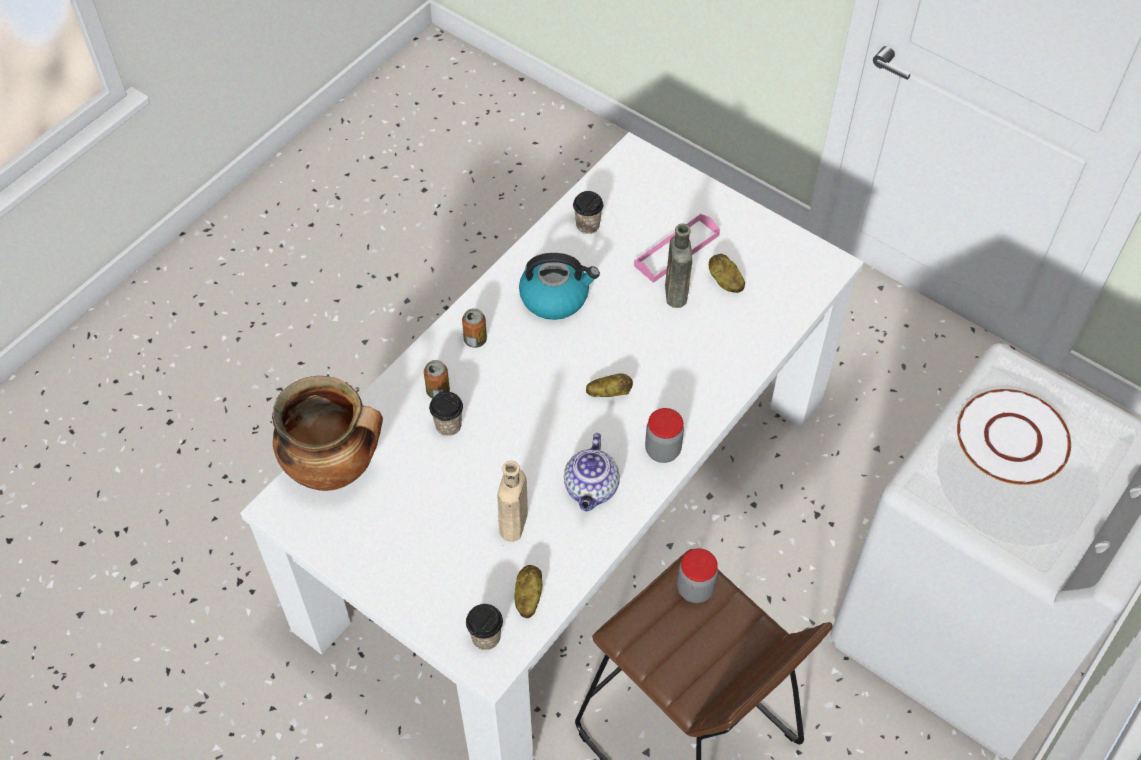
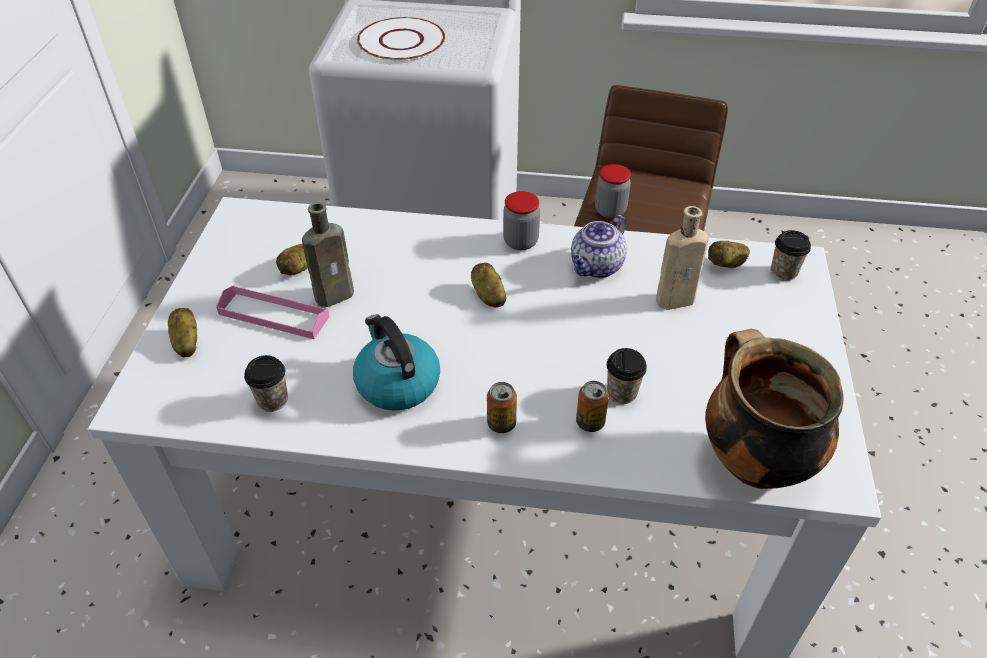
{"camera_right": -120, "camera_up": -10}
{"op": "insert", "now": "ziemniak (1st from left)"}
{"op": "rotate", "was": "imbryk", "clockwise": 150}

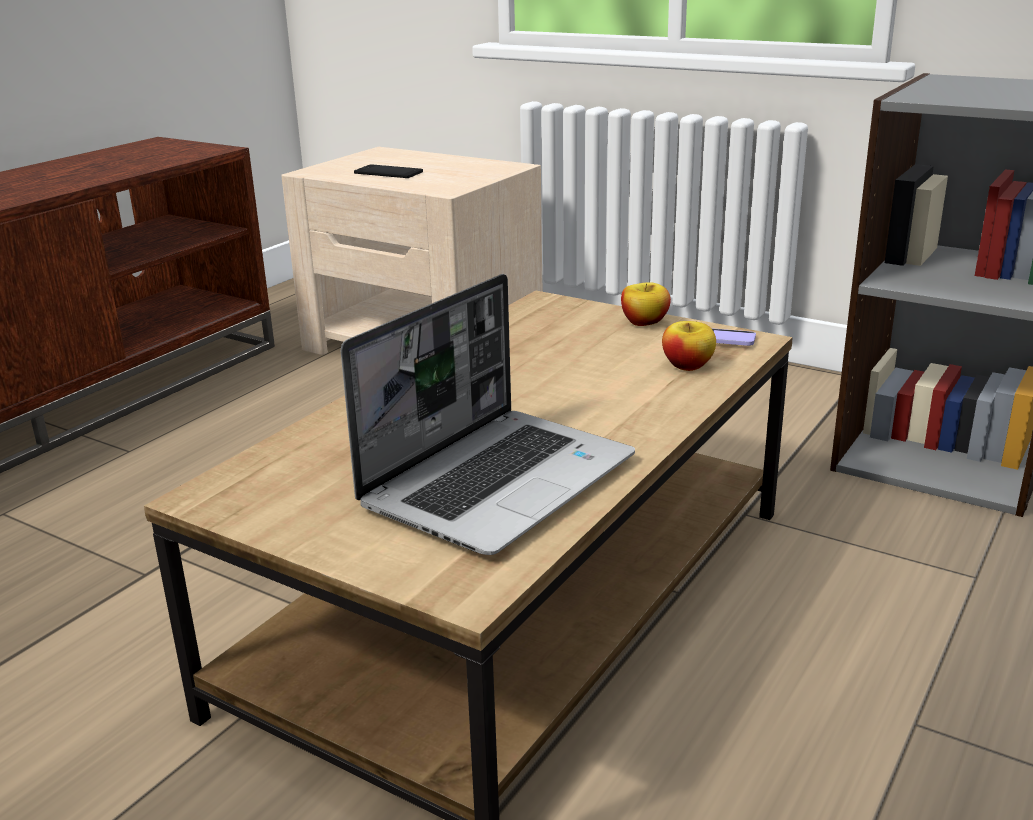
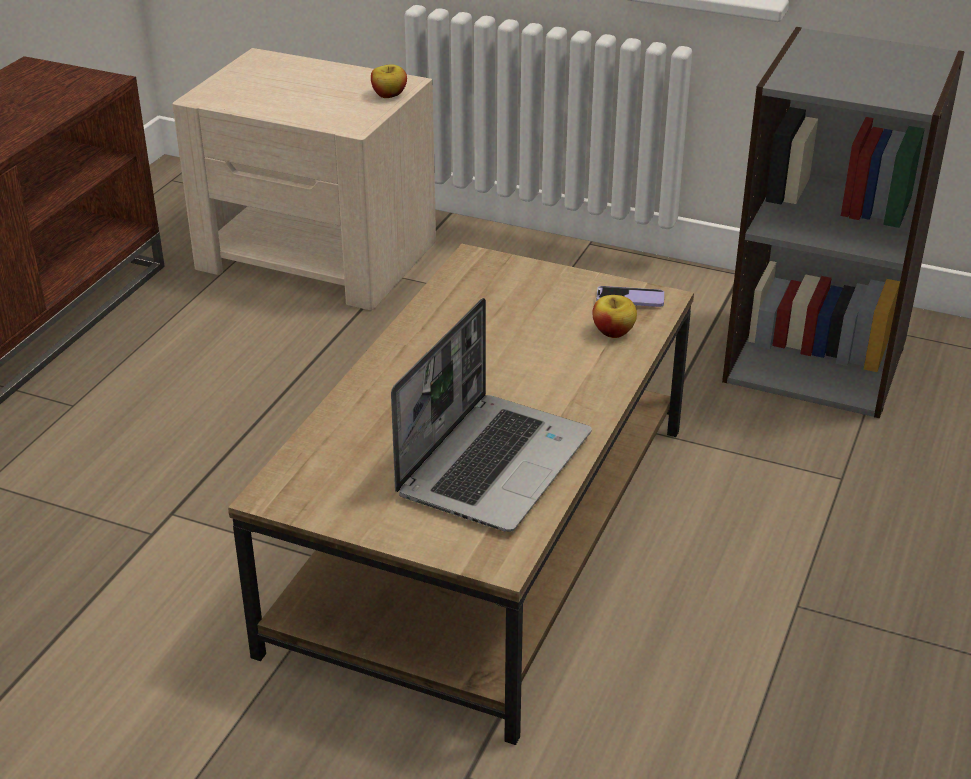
{"camera_right": -10, "camera_up": 10}
{"op": "move", "was": "jabłko (1st from left)"}
{"op": "delete", "was": "telefon (1st from left)"}

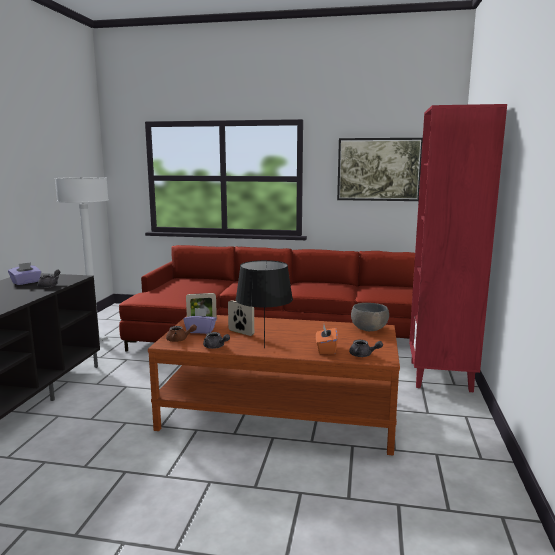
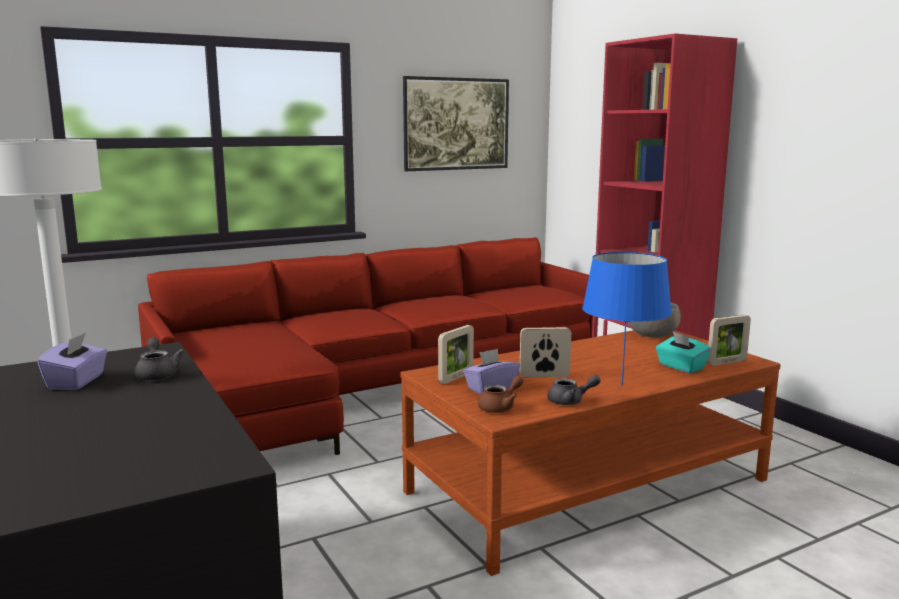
{"camera_right": -40, "camera_up": 0}
{"op": "recolor", "was": "lampa stołowa [czarny]", "now": "lampa stołowa [niebieski]"}
{"op": "recolor", "was": "pudełko chusteczek [pomarańczowy]", "now": "pudełko chusteczek [turkusowy]"}
{"op": "replace", "was": "imbryk [szary] (3rd from left)", "now": "ramka na zdjęcie (3rd from left)"}

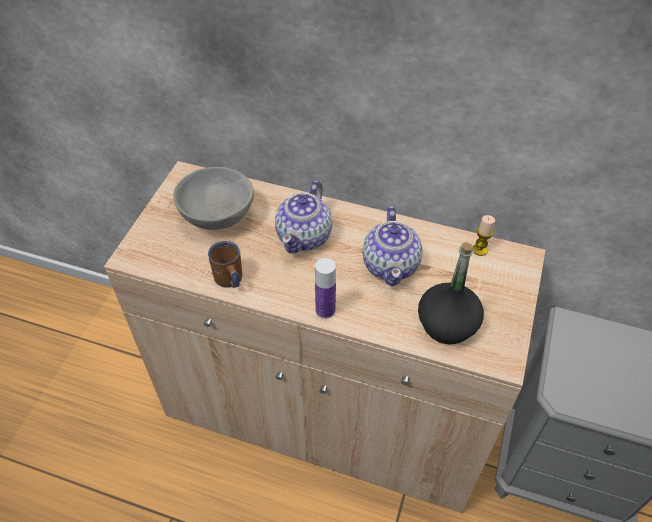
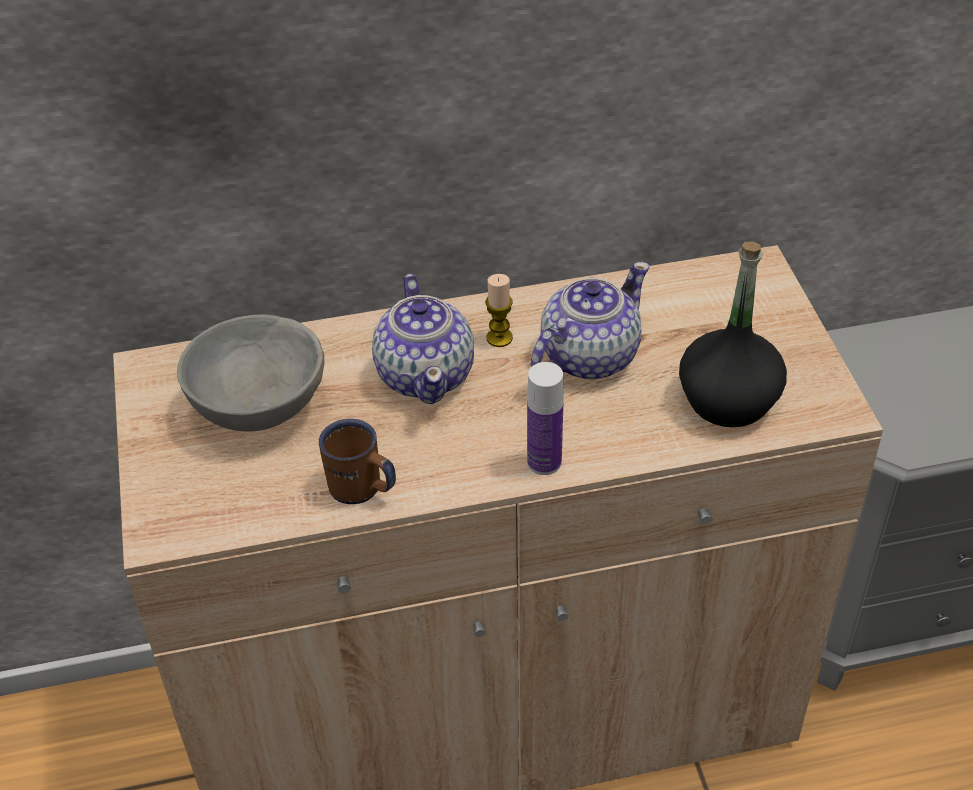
{"camera_right": -30, "camera_up": -5}
{"op": "move", "was": "świeca"}
{"op": "rotate", "was": "imbryk (2nd from left)", "clockwise": -105}

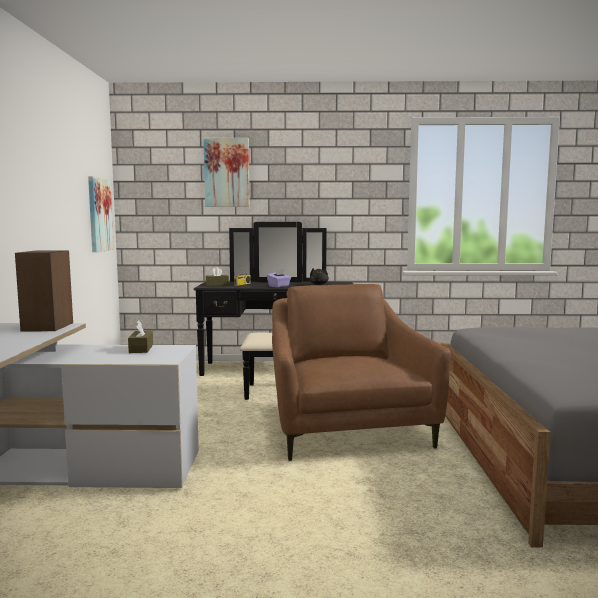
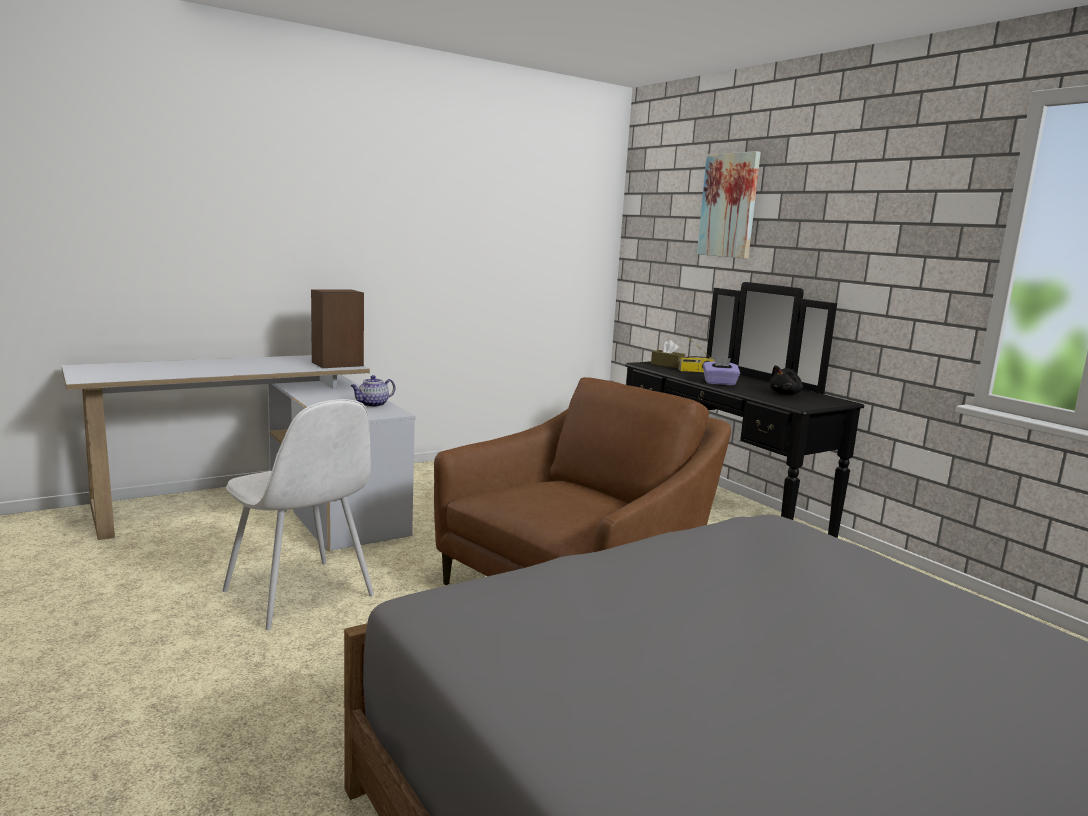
{"camera_right": 55, "camera_up": 5}
{"op": "insert", "now": "krzesło [biały]"}
{"op": "replace", "was": "pudełko chusteczek [brązowy] (1st from left)", "now": "imbryk"}
{"op": "delete", "was": "obraz (1st from left)"}

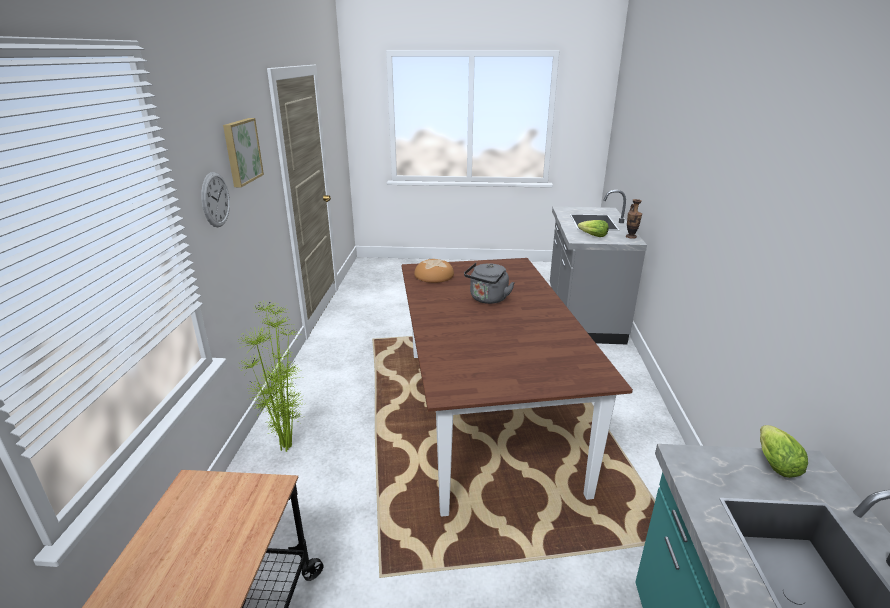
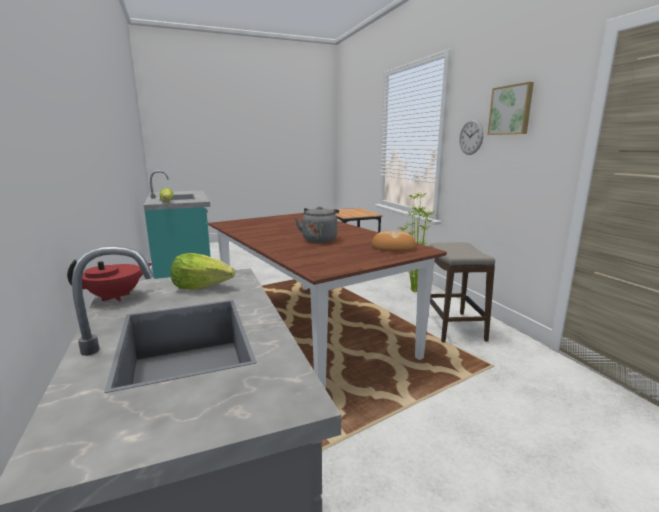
{"camera_right": 155, "camera_up": -10}
{"op": "replace", "was": "wazon", "now": "imbryk [czerwony]"}
{"op": "insert", "now": "stołek"}

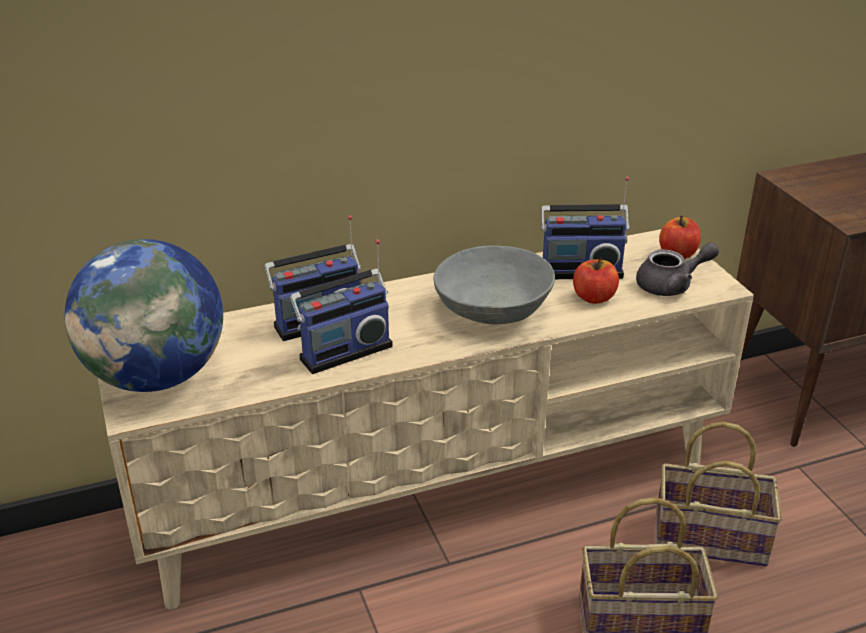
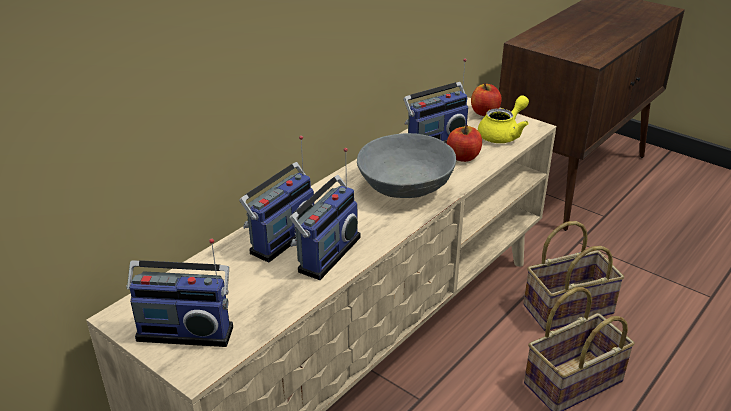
{"camera_right": -30, "camera_up": 0}
{"op": "replace", "was": "globus", "now": "radio (1st from left)"}
{"op": "recolor", "was": "imbryk [szary]", "now": "imbryk [żółty]"}

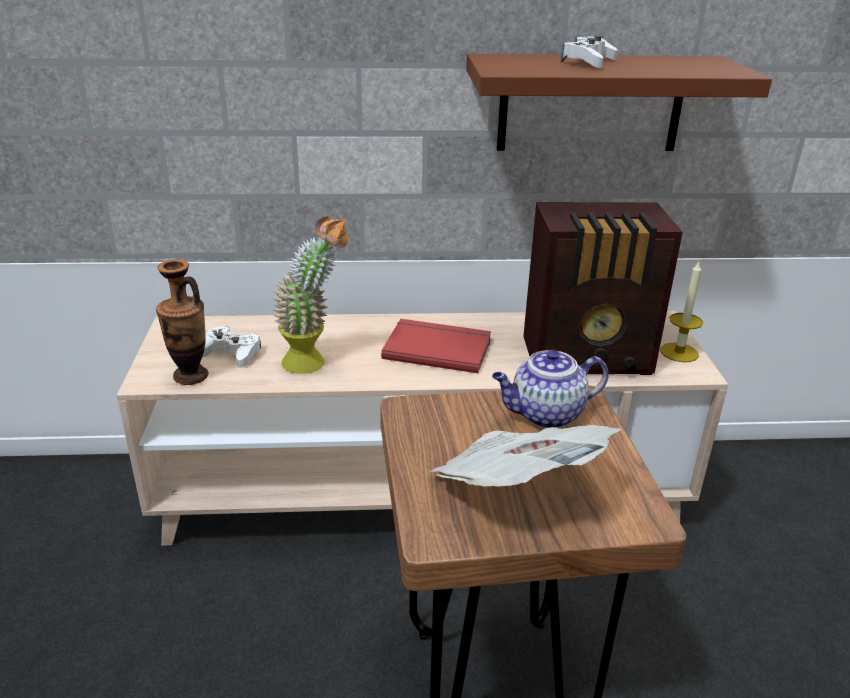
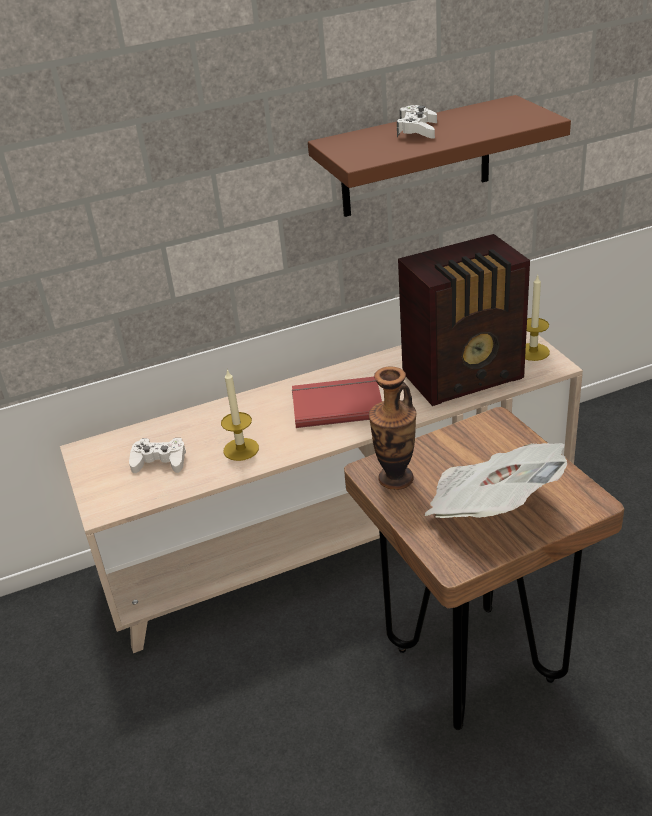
{"camera_right": -15, "camera_up": 5}
{"op": "replace", "was": "roślina doniczkowa", "now": "świeca (1st from left)"}
{"op": "move", "was": "wazon"}
{"op": "delete", "was": "imbryk"}

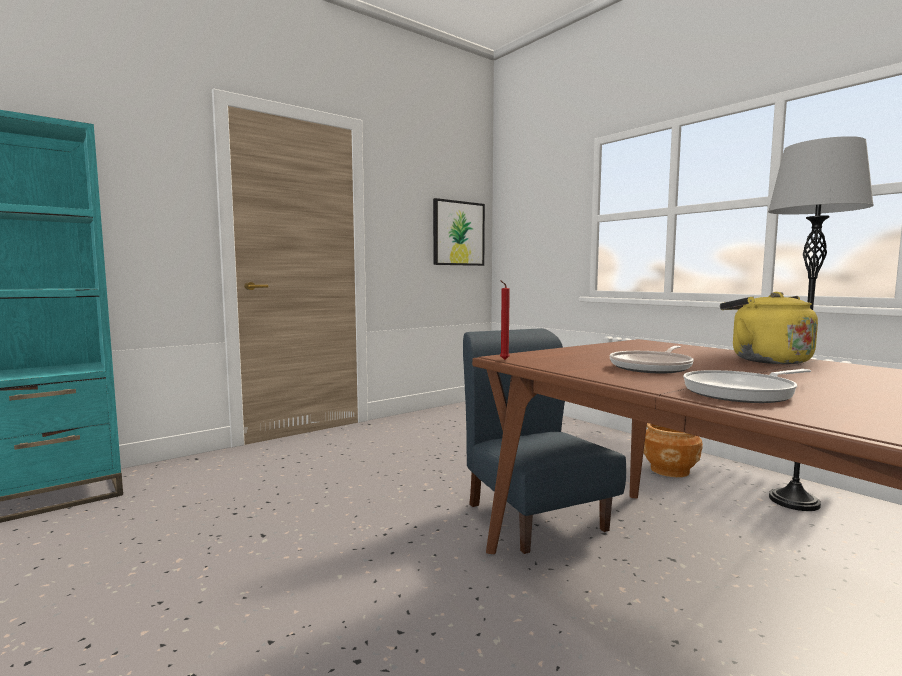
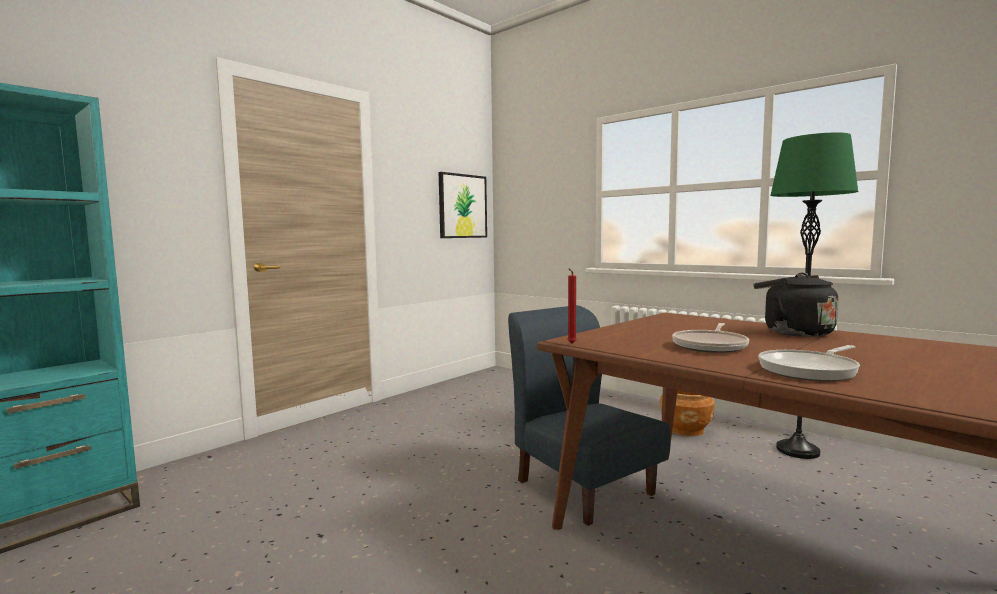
{"camera_right": -10, "camera_up": 0}
{"op": "recolor", "was": "czajnik [żółty]", "now": "czajnik [czarny]"}
{"op": "recolor", "was": "lampa stojąca [szary]", "now": "lampa stojąca [zielony]"}

